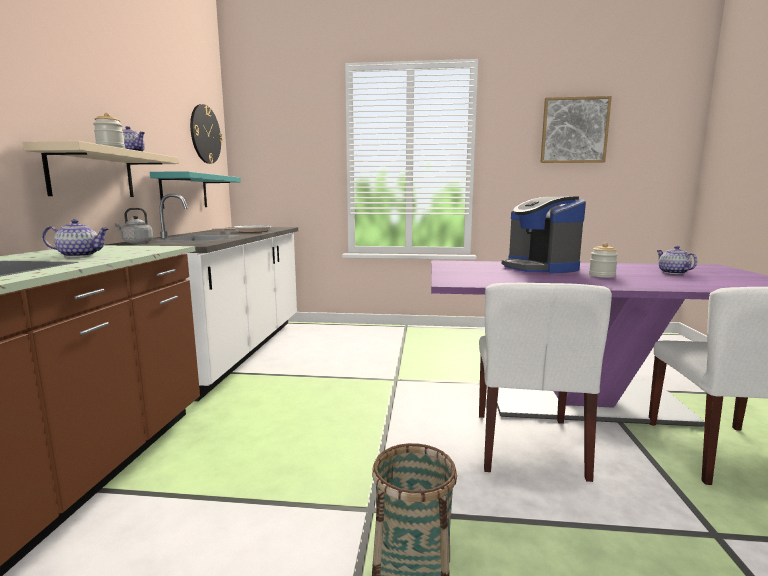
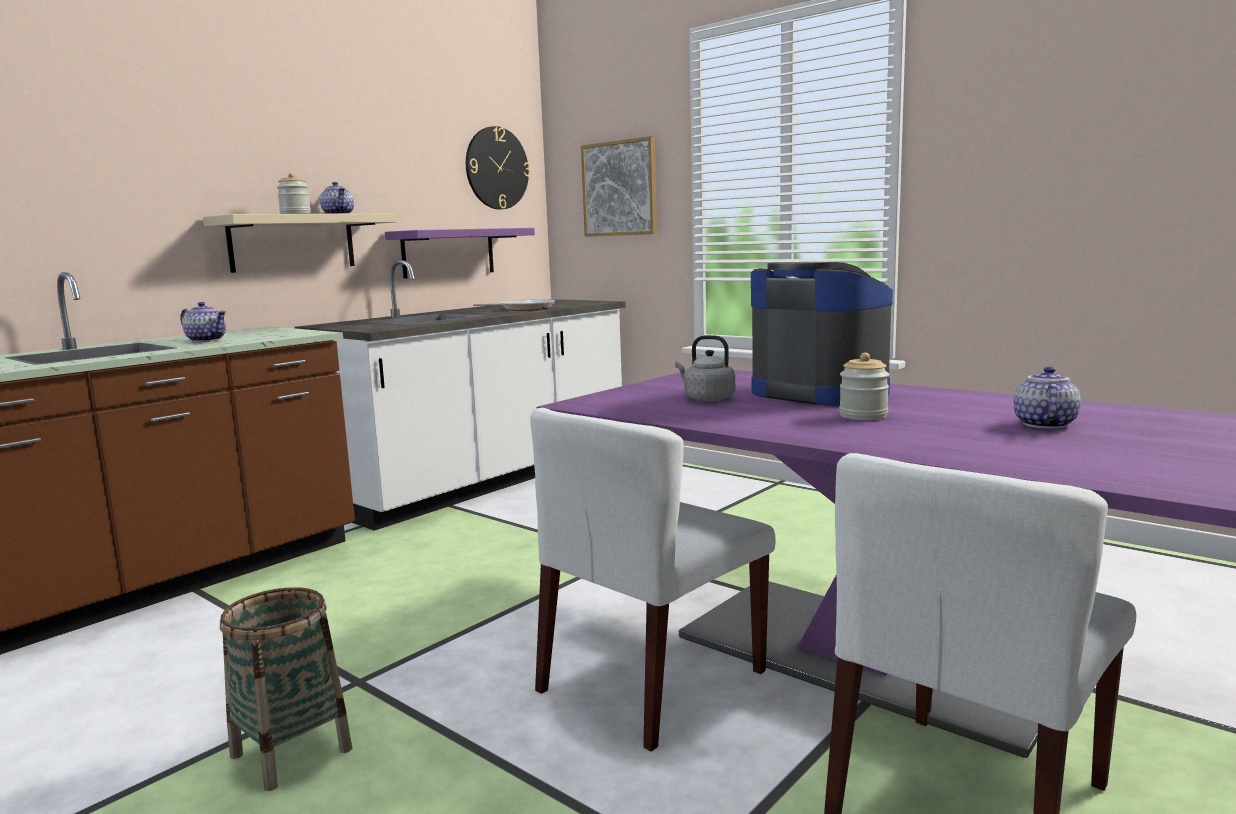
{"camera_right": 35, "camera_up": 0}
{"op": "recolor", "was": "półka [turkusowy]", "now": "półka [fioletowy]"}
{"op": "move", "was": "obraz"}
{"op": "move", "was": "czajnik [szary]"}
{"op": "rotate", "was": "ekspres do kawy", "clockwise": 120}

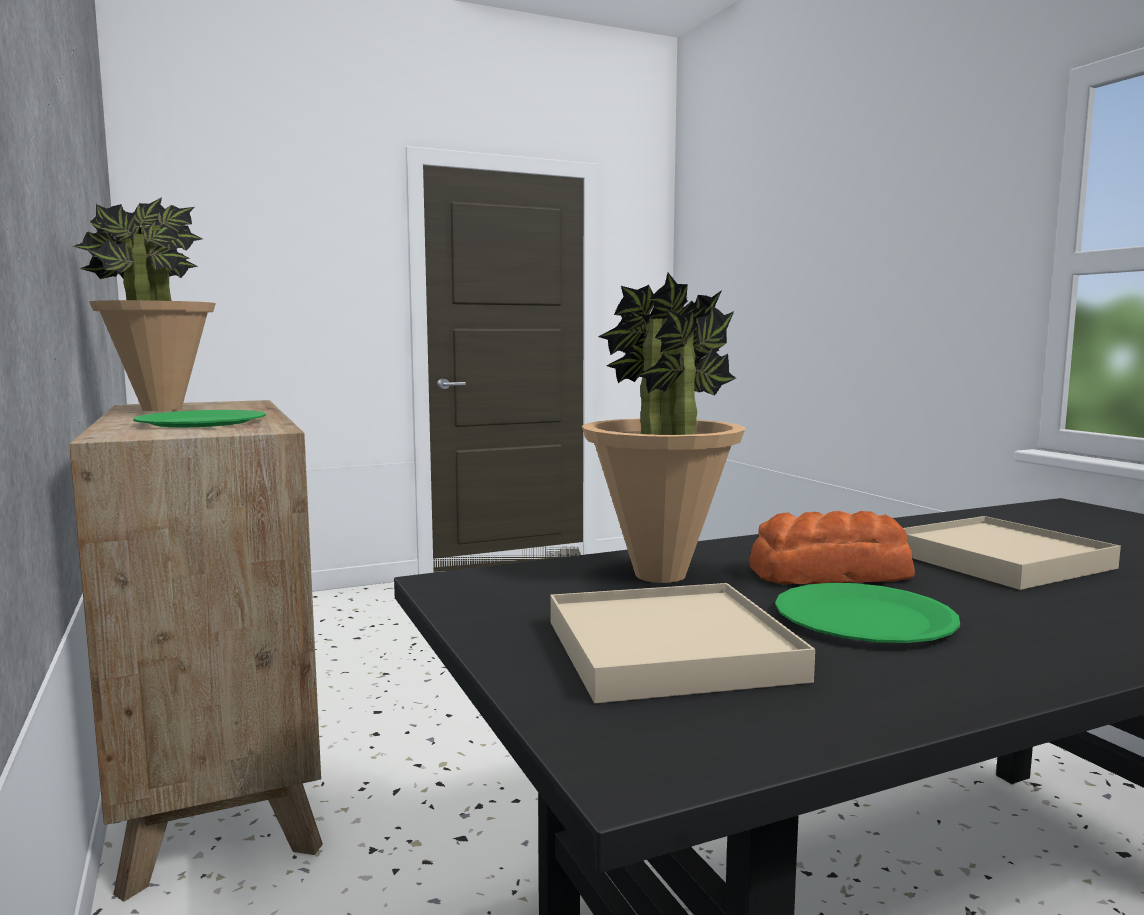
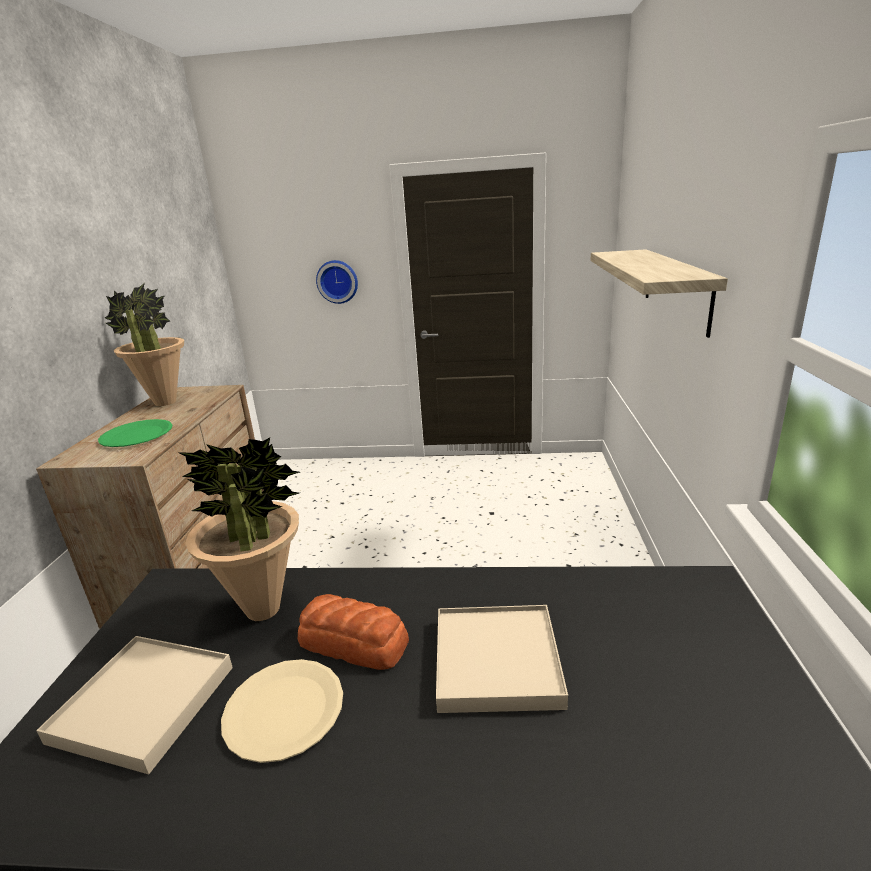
{"camera_right": 30, "camera_up": 15}
{"op": "recolor", "was": "talerz [zielony] (2nd from left)", "now": "talerz [beżowy]"}
{"op": "insert", "now": "zegar ścienny"}
{"op": "insert", "now": "półka"}

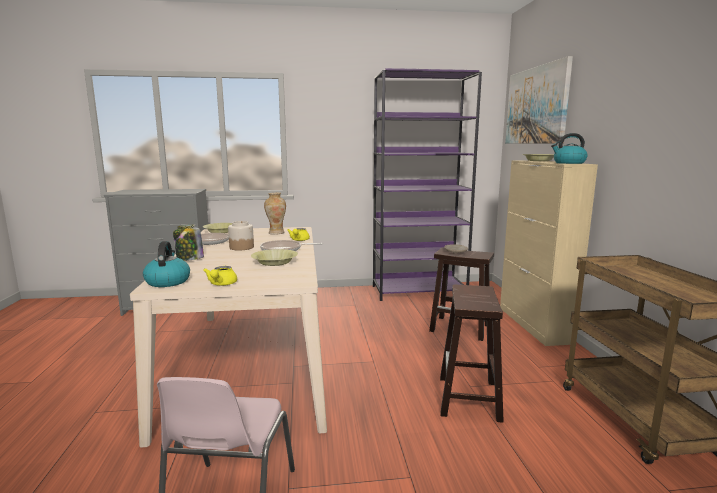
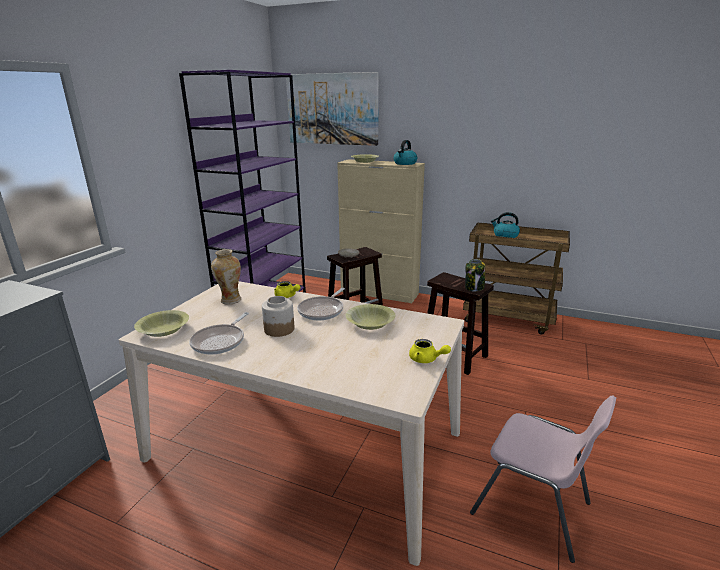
{"camera_right": -60, "camera_up": 10}
{"op": "move", "was": "słoik (1st from left in the first image)", "now": "słoik (2nd from left)"}
{"op": "move", "was": "czajnik (1st from left in the first image)", "now": "czajnik (2nd from left)"}

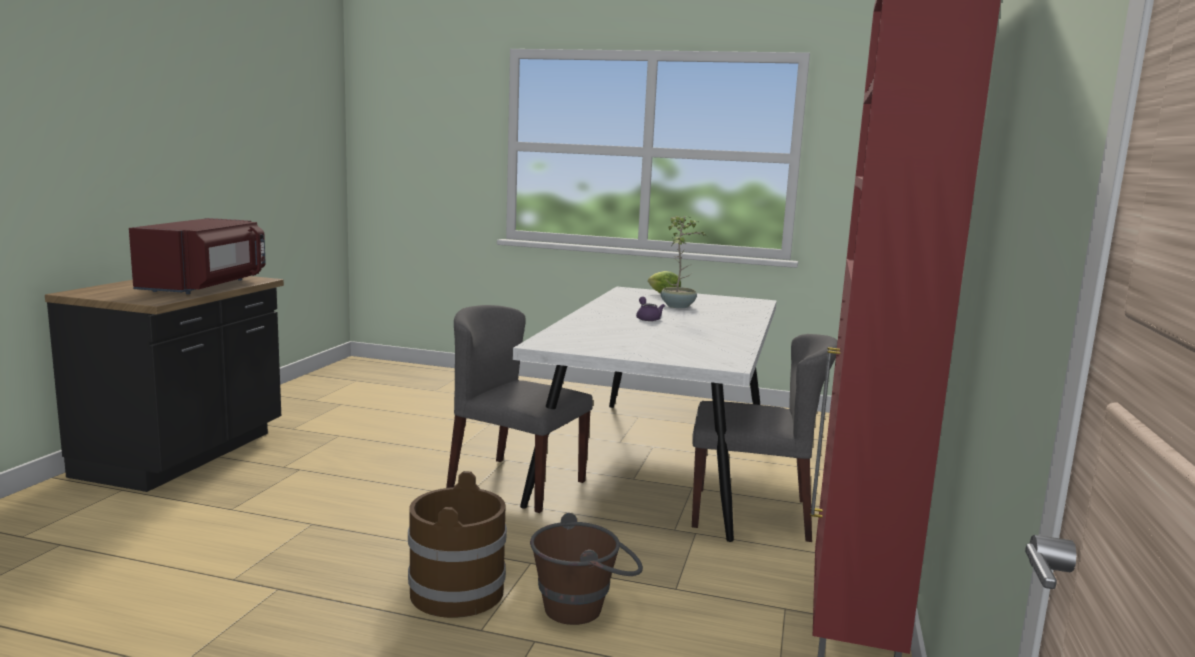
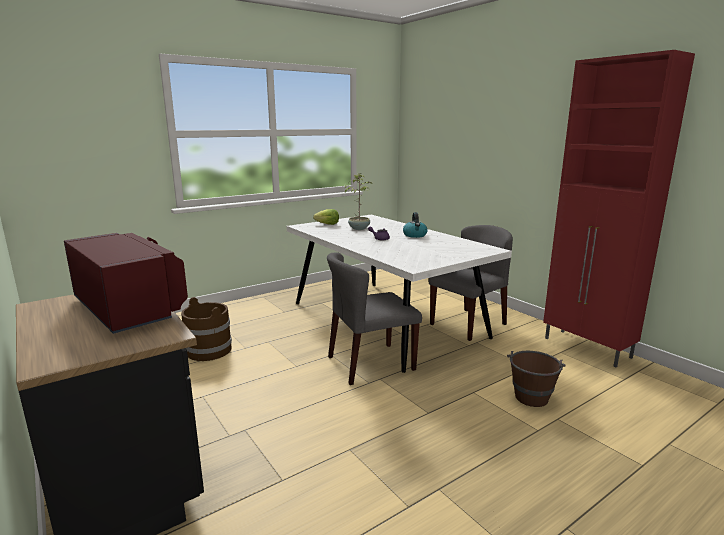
{"camera_right": -50, "camera_up": 5}
{"op": "move", "was": "wiadro [brązowy] (1st from left)"}
{"op": "insert", "now": "czajnik"}

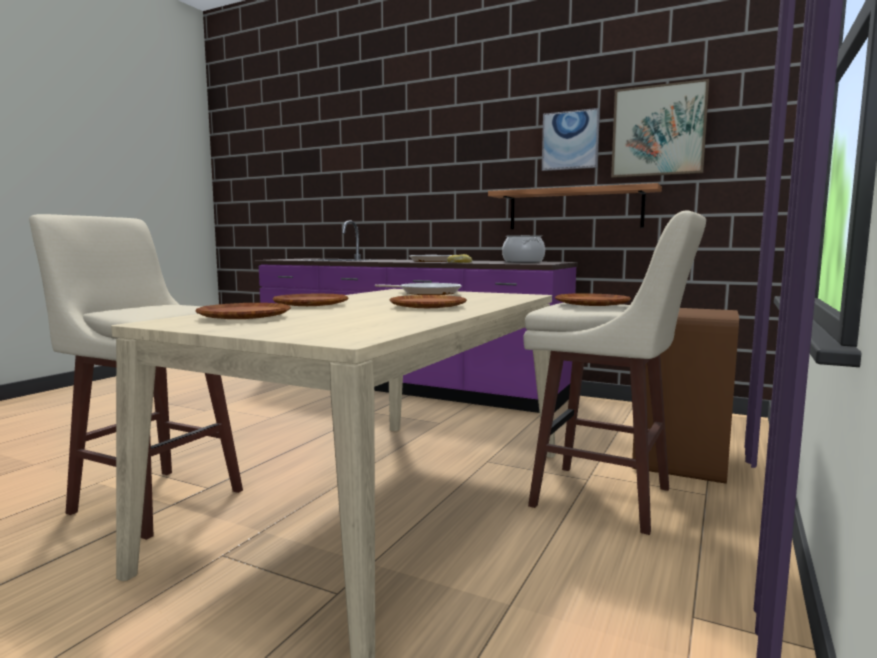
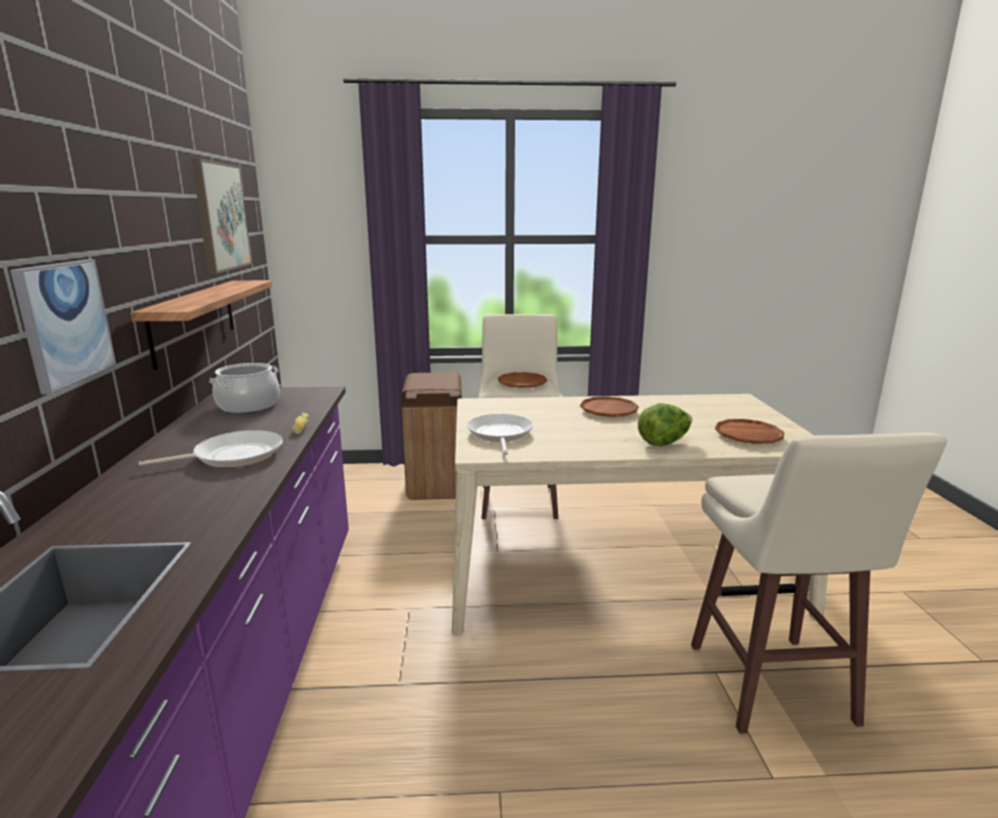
{"camera_right": -120, "camera_up": 10}
{"op": "move", "was": "obraz (1st from left)"}
{"op": "replace", "was": "talerz [brązowy] (2nd from left)", "now": "sałata"}

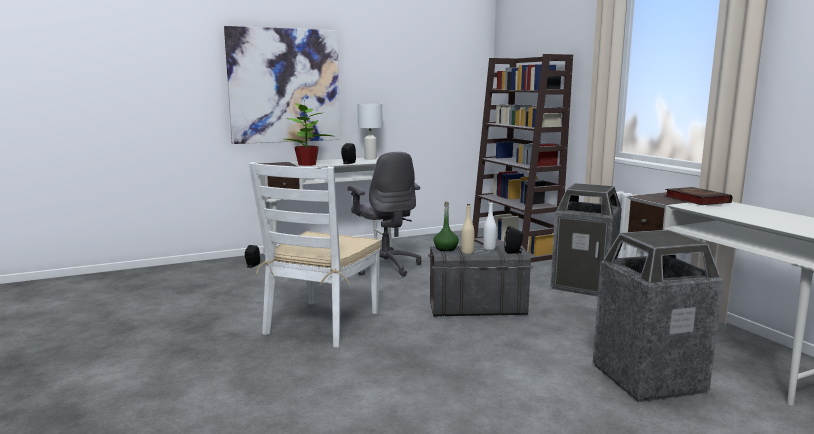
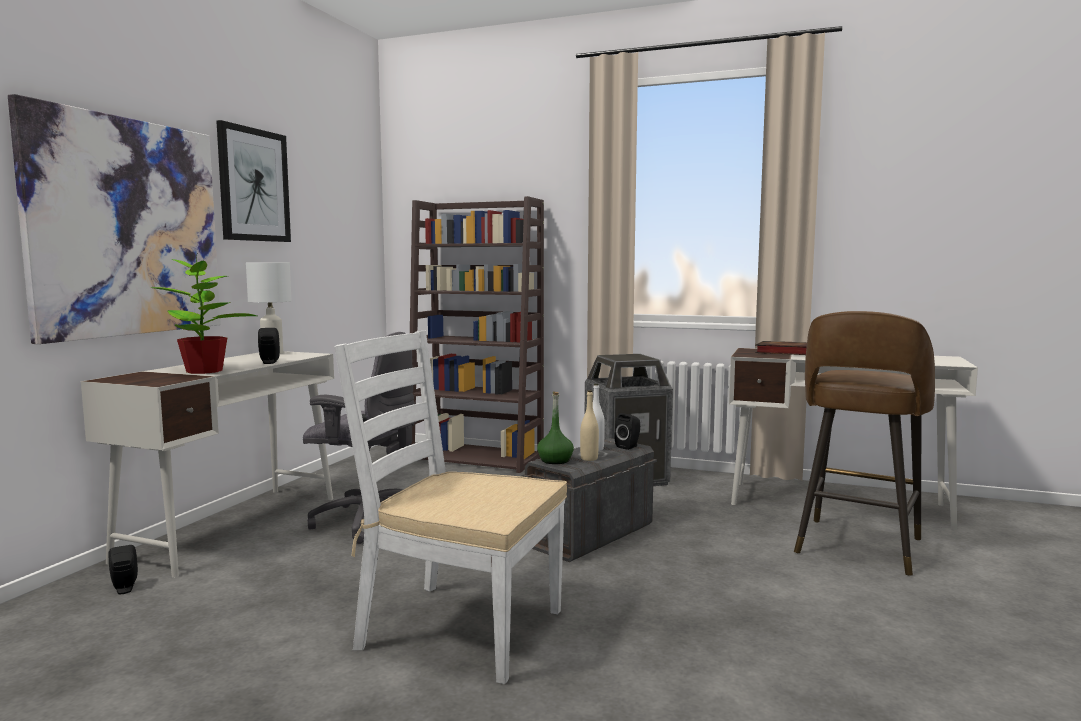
{"camera_right": -45, "camera_up": -5}
{"op": "insert", "now": "obraz (2nd from left)"}
{"op": "rotate", "was": "krzesło [biały]", "clockwise": 135}
{"op": "replace", "was": "kosz na śmieci (2nd from left)", "now": "stołek [brązowy]"}

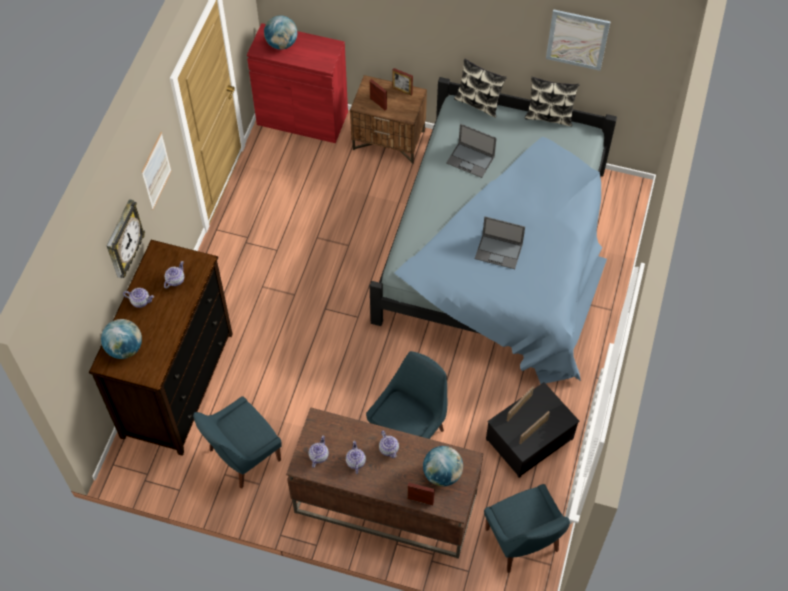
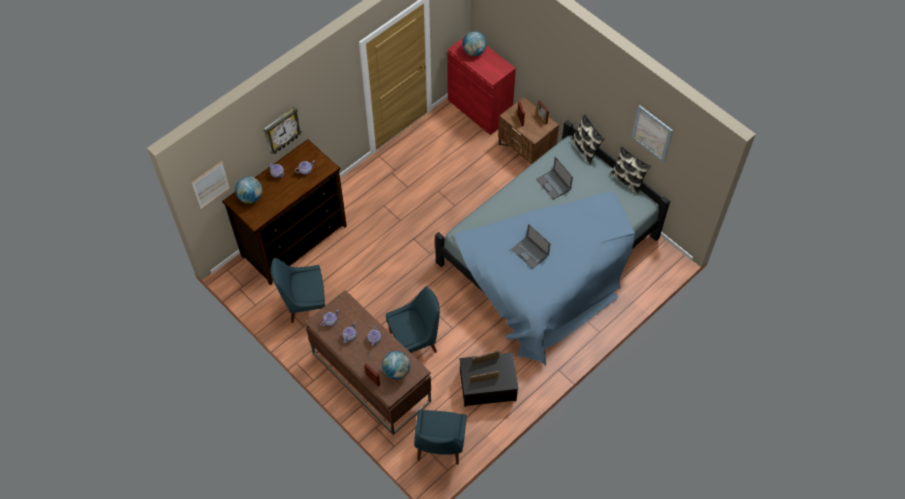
{"camera_right": 30, "camera_up": 0}
{"op": "move", "was": "obraz (1st from left)"}

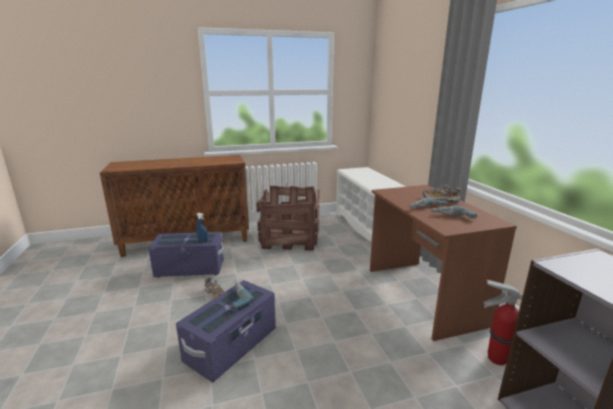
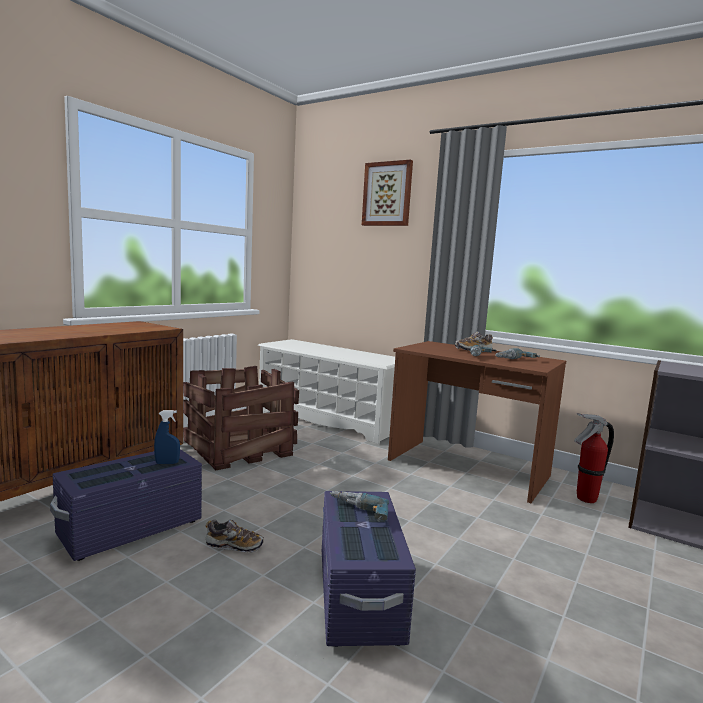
{"camera_right": -40, "camera_up": -10}
{"op": "insert", "now": "obraz"}

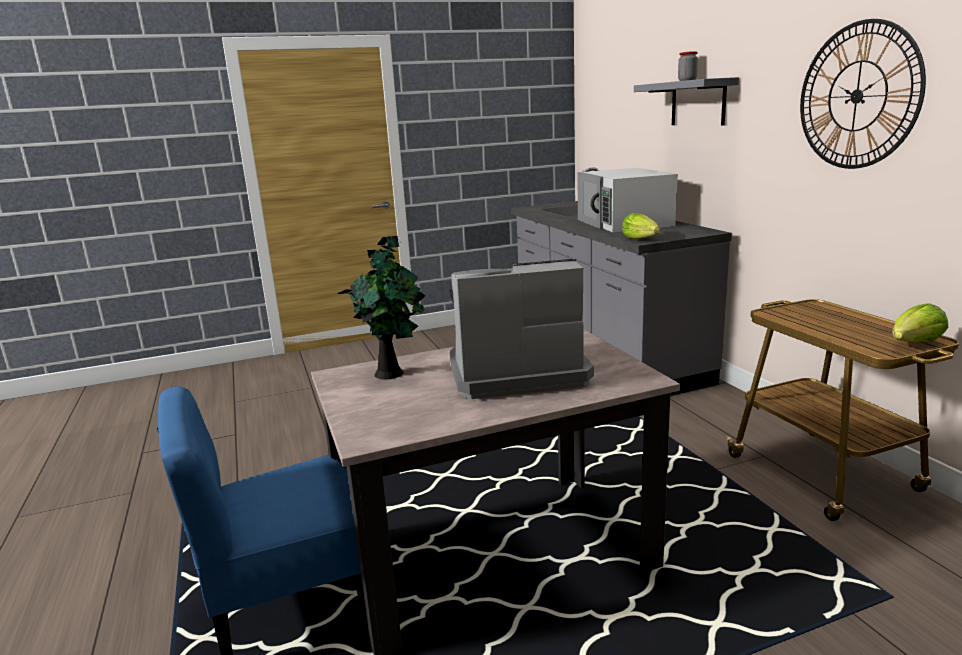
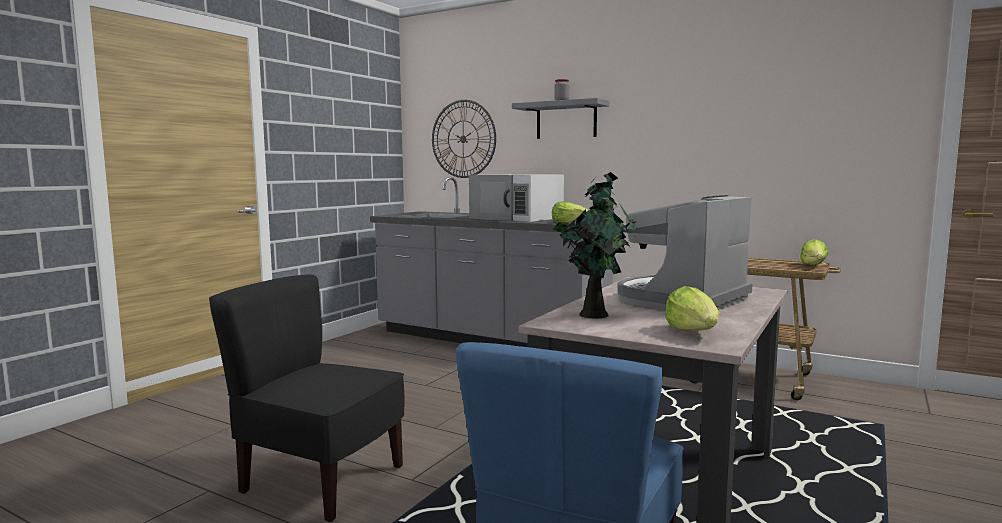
{"camera_right": -40, "camera_up": -10}
{"op": "insert", "now": "krzesło [czarny]"}
{"op": "move", "was": "zegar ścienny"}
{"op": "insert", "now": "sałata (2nd from left)"}

